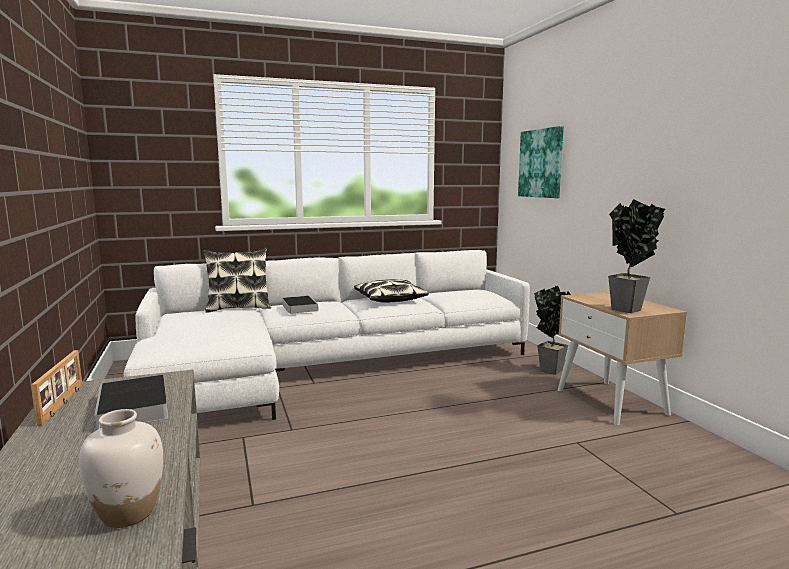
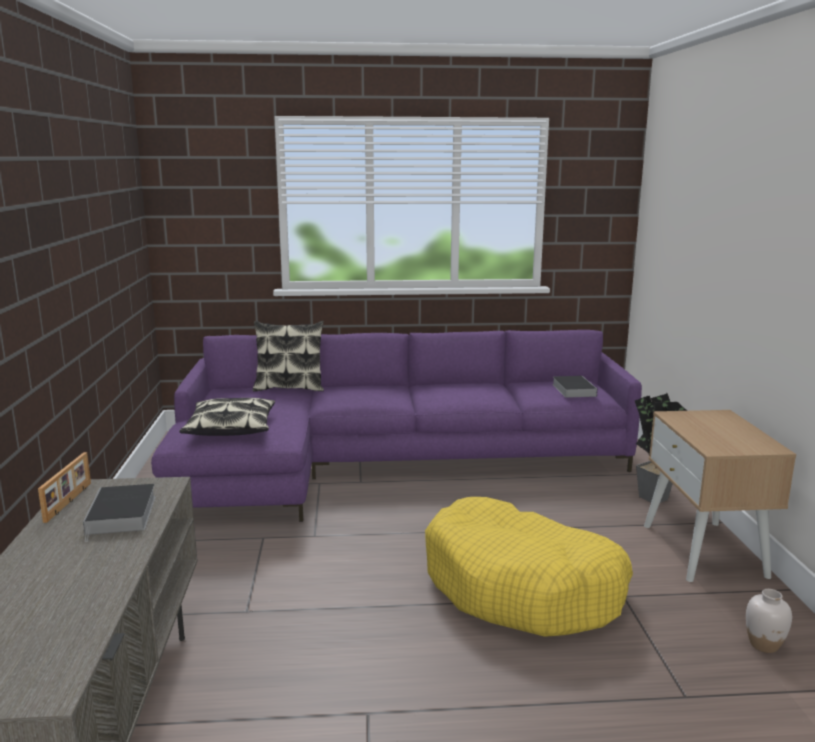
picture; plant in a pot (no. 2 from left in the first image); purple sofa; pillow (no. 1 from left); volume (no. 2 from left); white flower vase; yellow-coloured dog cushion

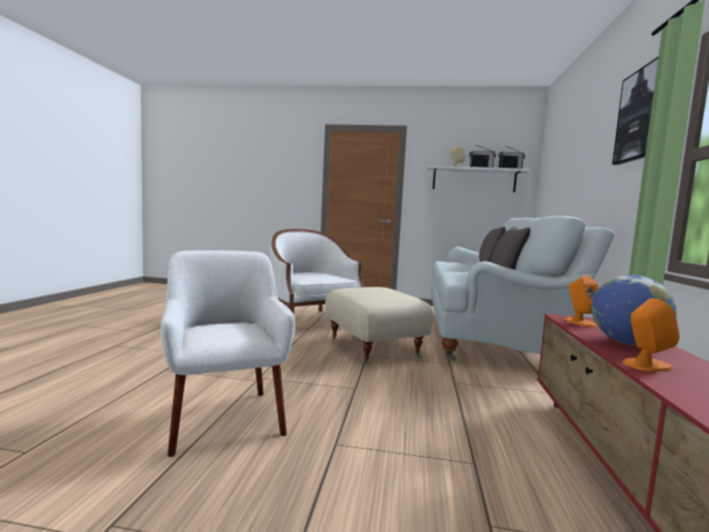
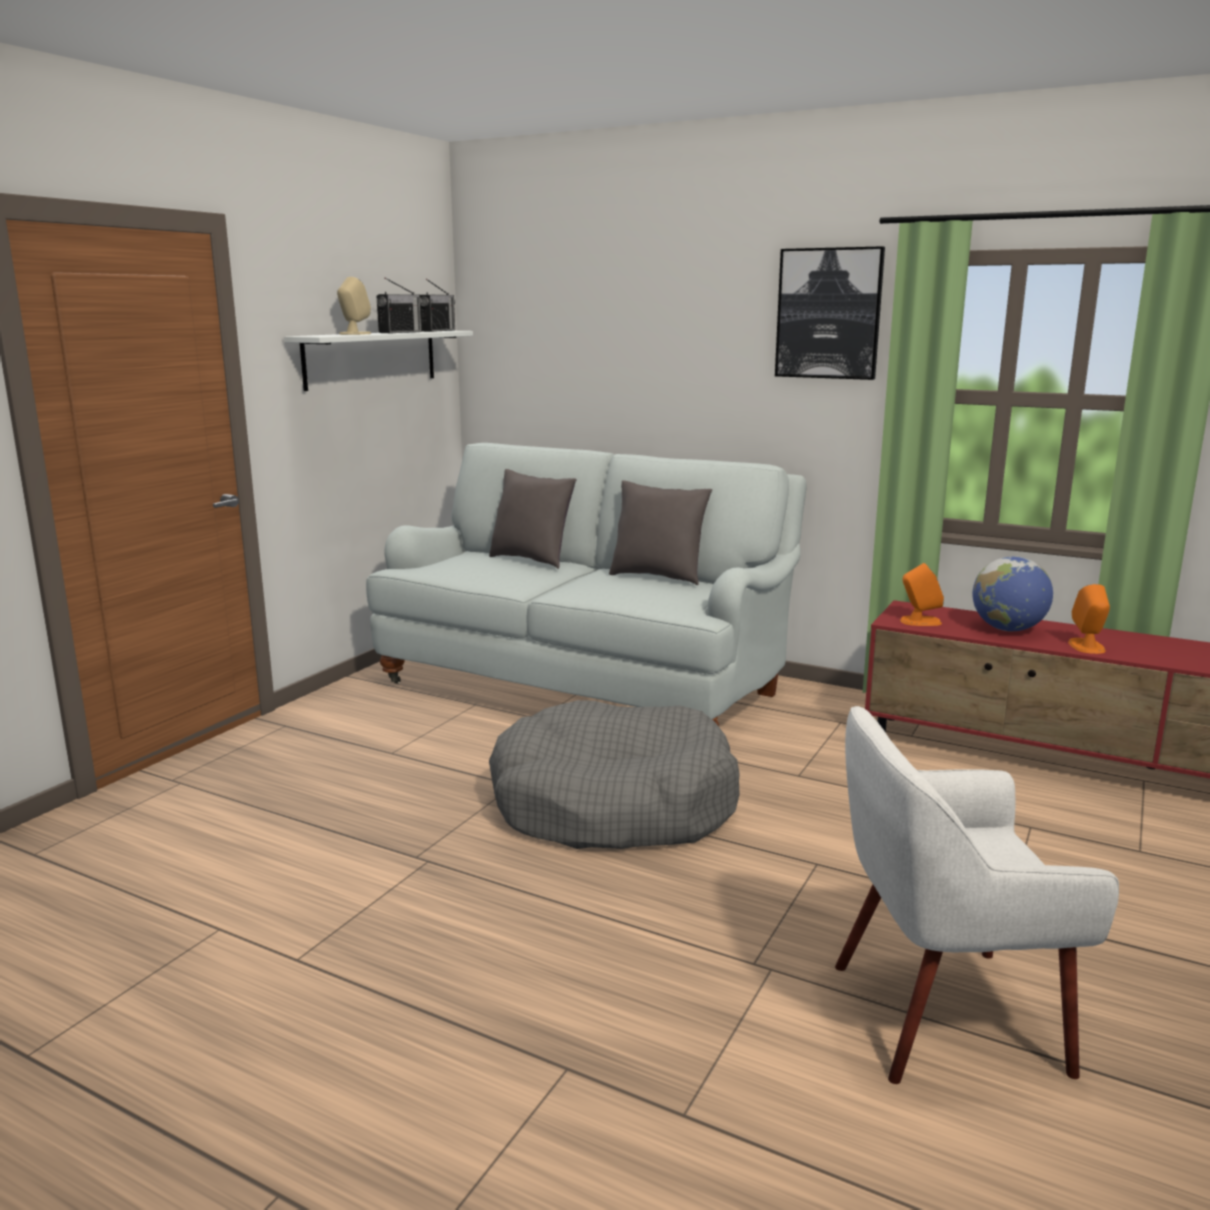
white armchair (no. 2 from left in the first image); grey dog cushion

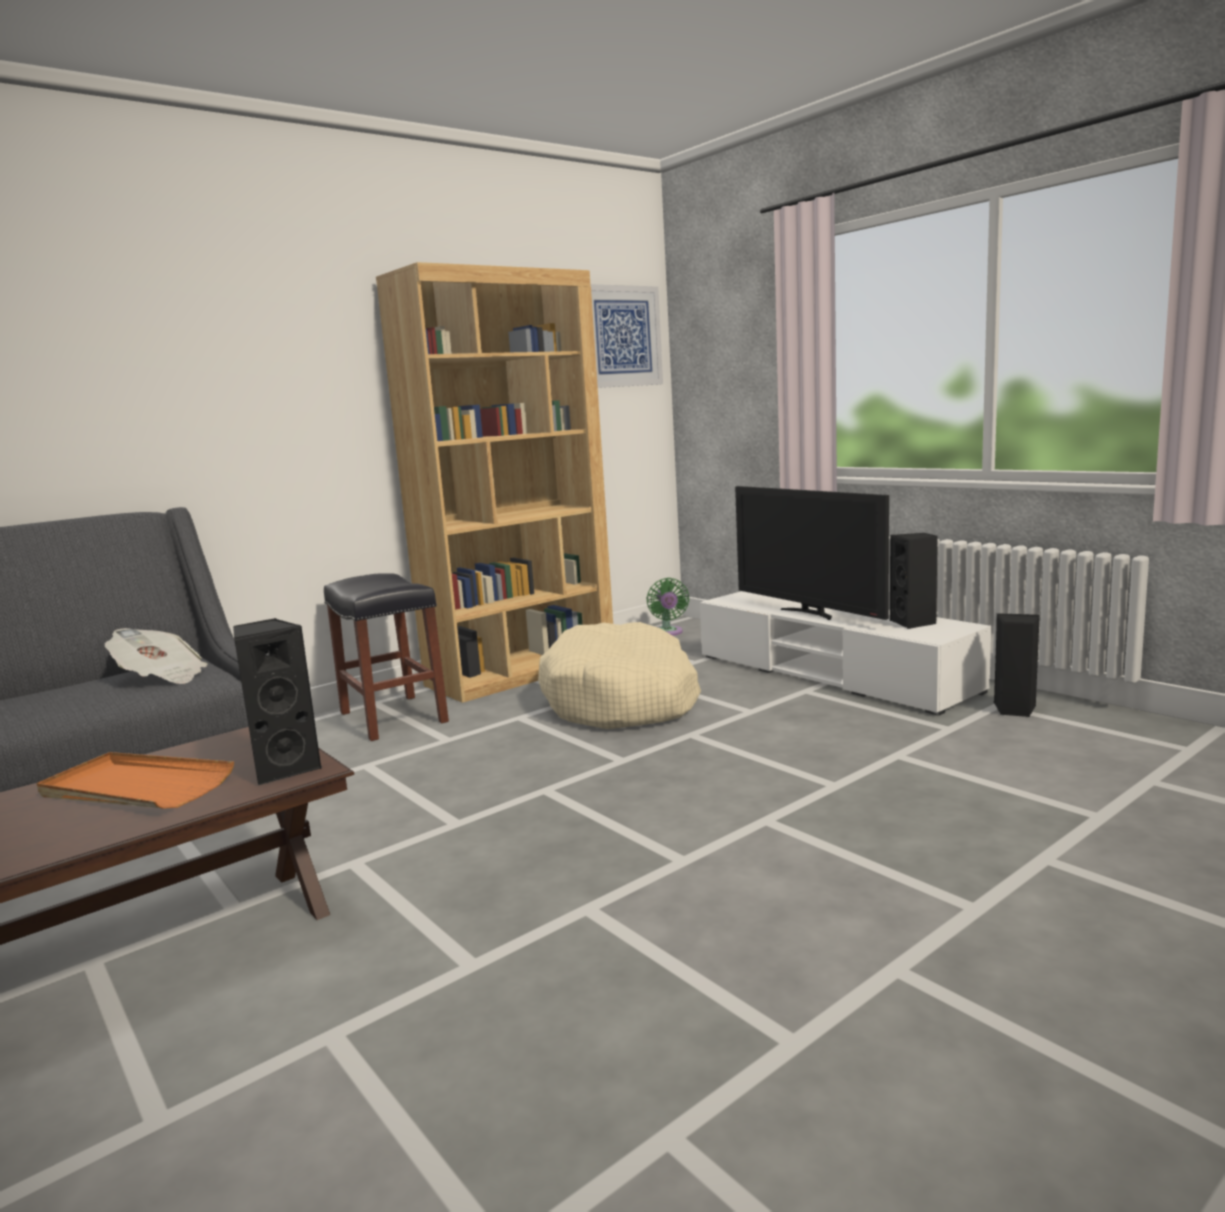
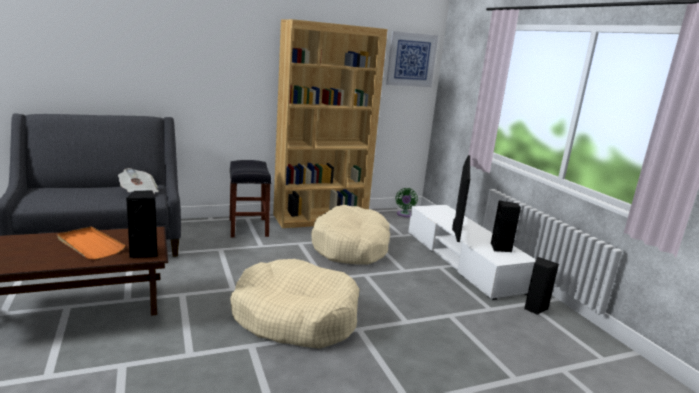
TV; beige-coloured dog cushion (no. 1 from left)

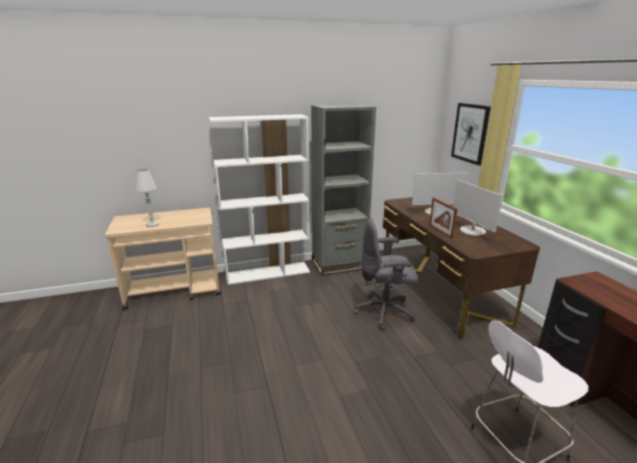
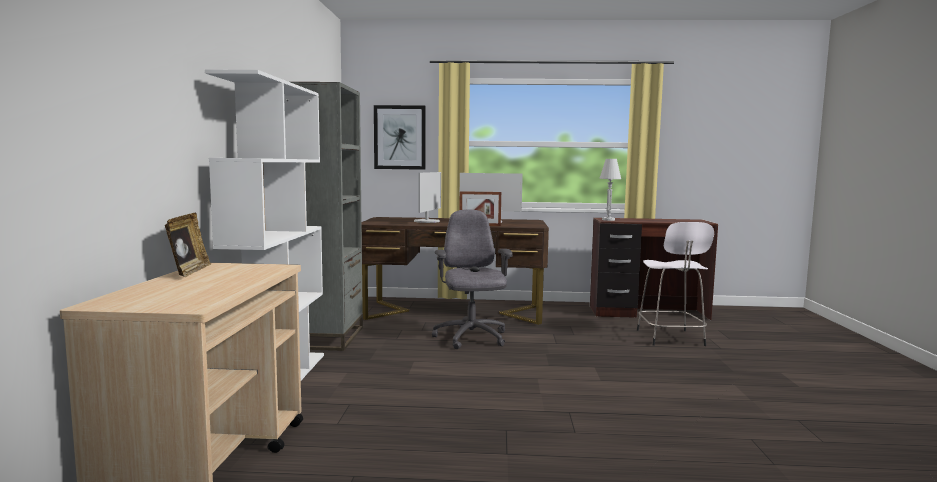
white lamp for a table; grey desk chair; standing frame (no. 1 from left)

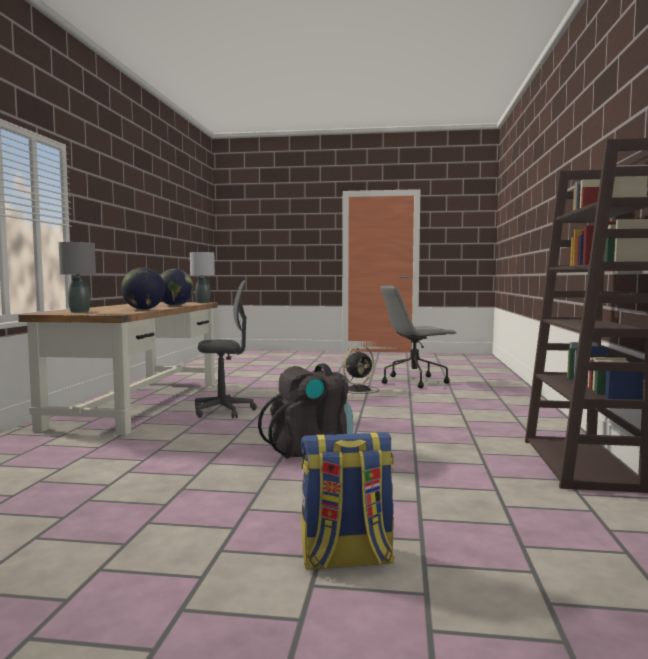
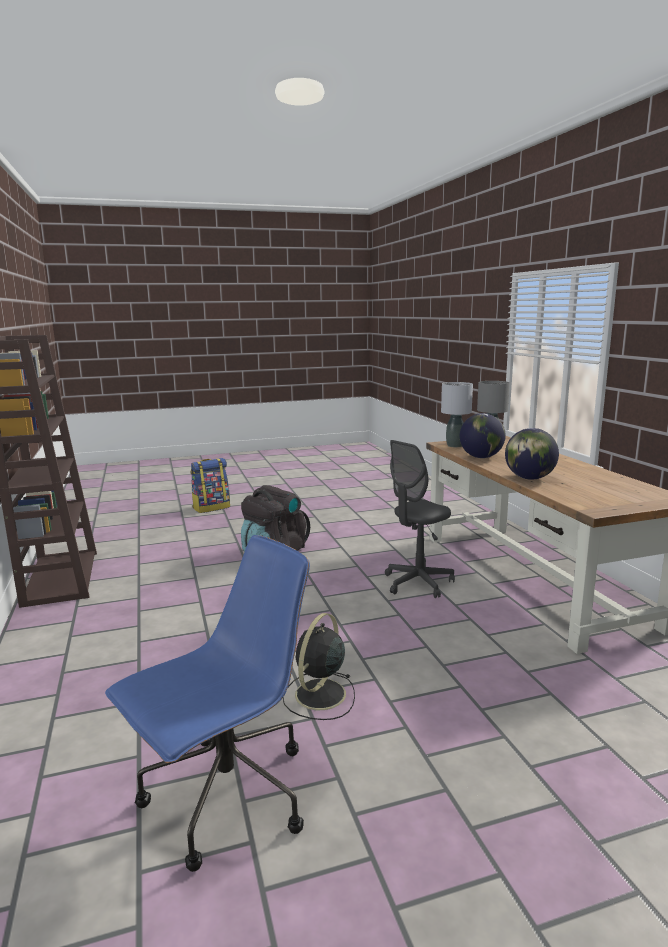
grey lamp for a table (no. 1 from left); blue-coloured desk chair

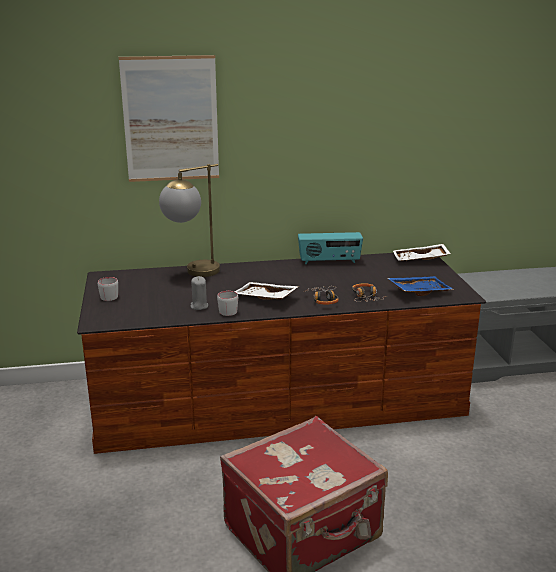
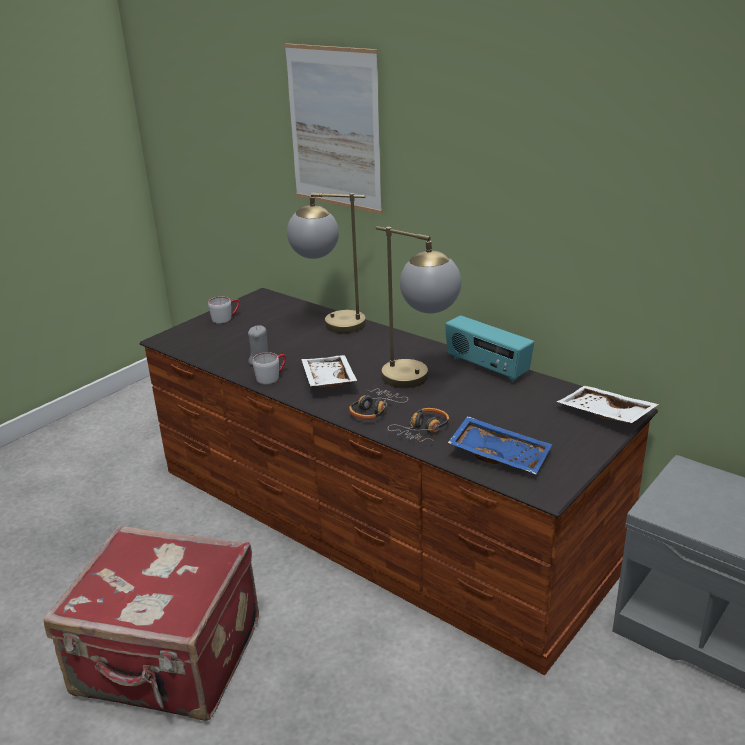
lamp for a table (no. 2 from left)

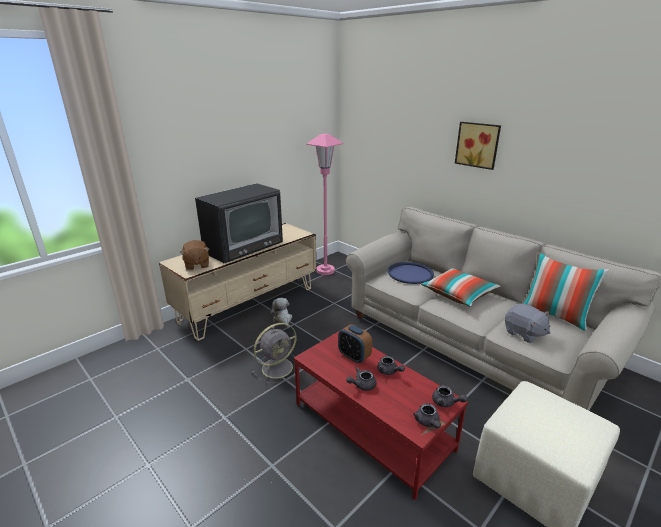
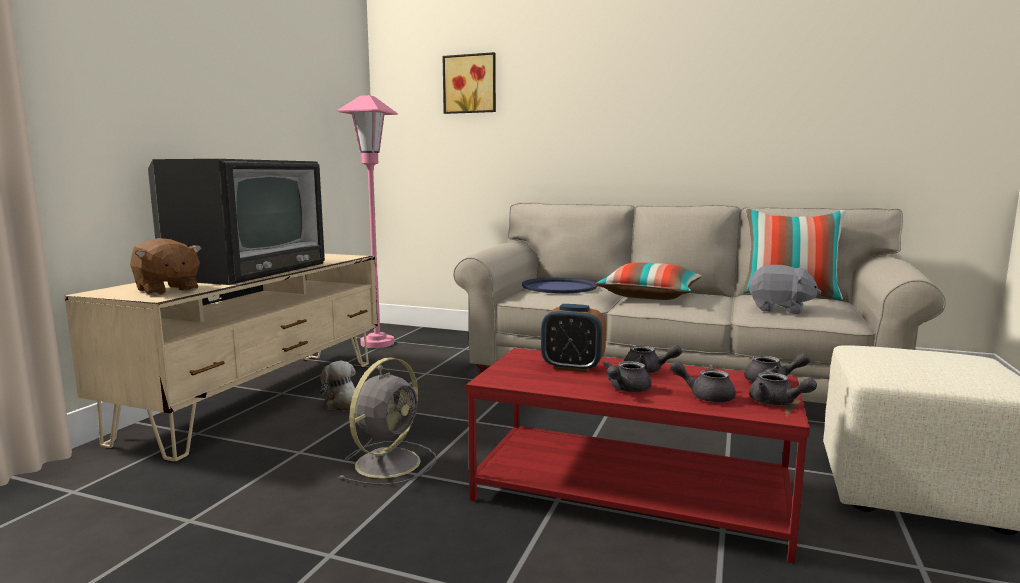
picture; grey pot for tea (no. 3 from left)

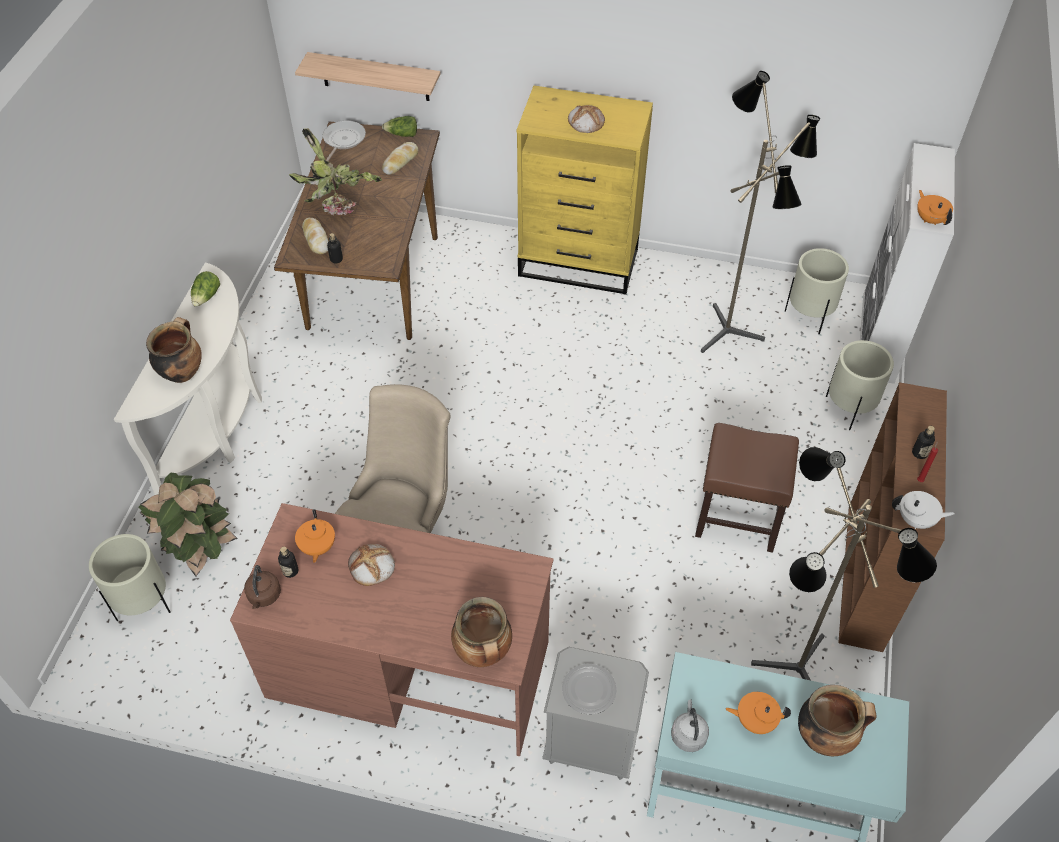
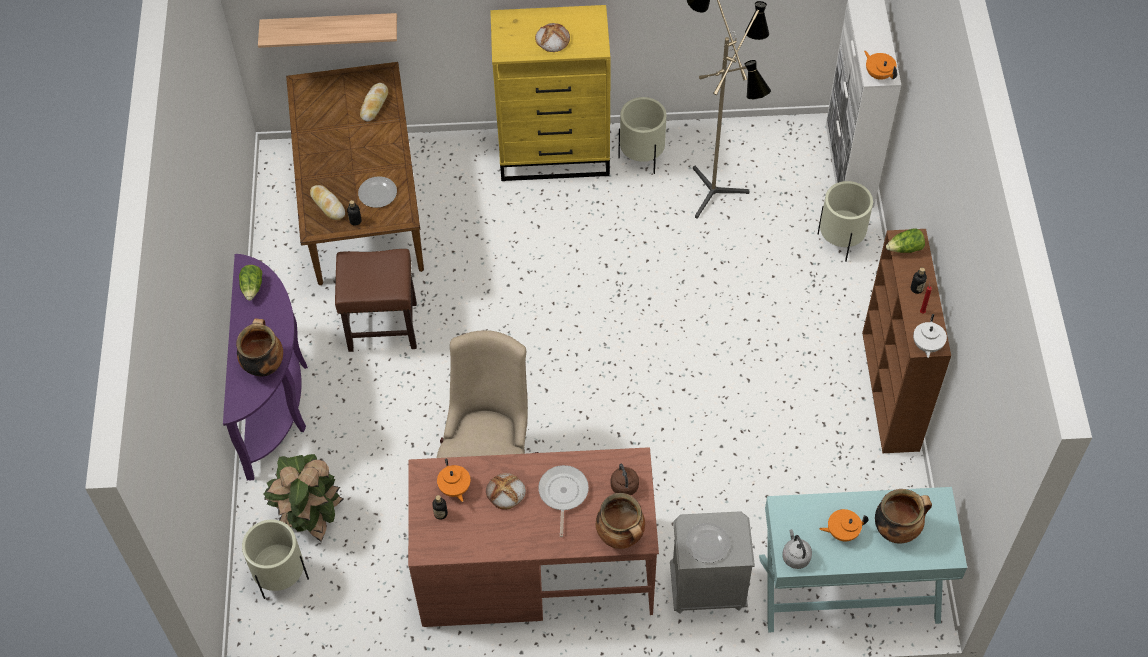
lettuce (no. 2 from left); pan; plant in a pot (no. 2 from left in the first image); beige-coloured planter (no. 2 from left); purple narrow table; brown-coloured stool seat; standard lamp (no. 2 from left in the first image); white pot for tea; brown-coloured water kettle; flat dish (no. 1 from left)

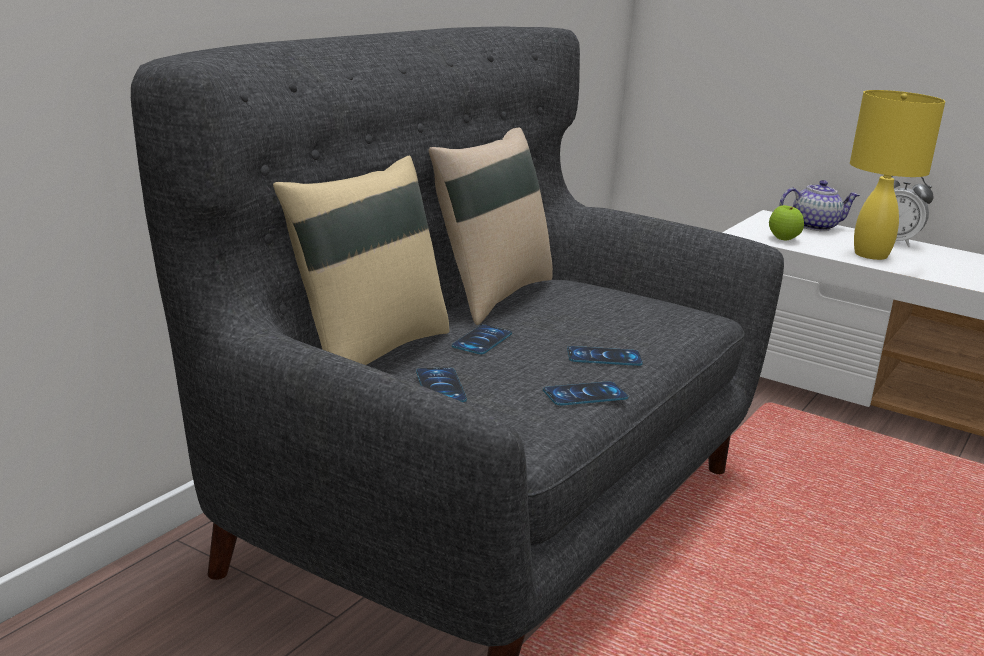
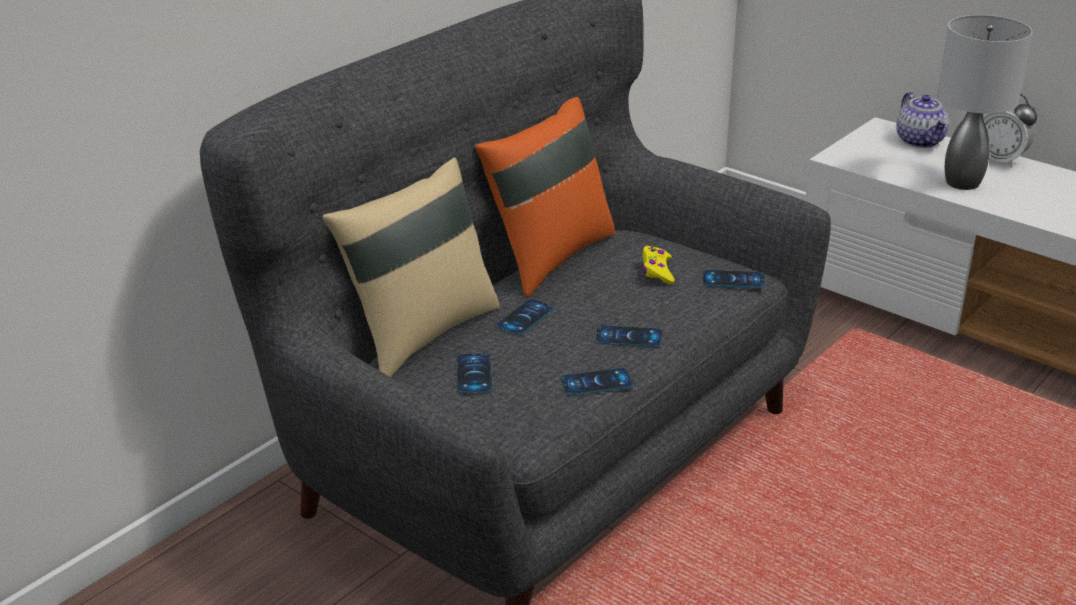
grey lamp for a table; orange pillow; pot for tea; apple; yellow-coloured gamepad; phone (no. 5 from left)

